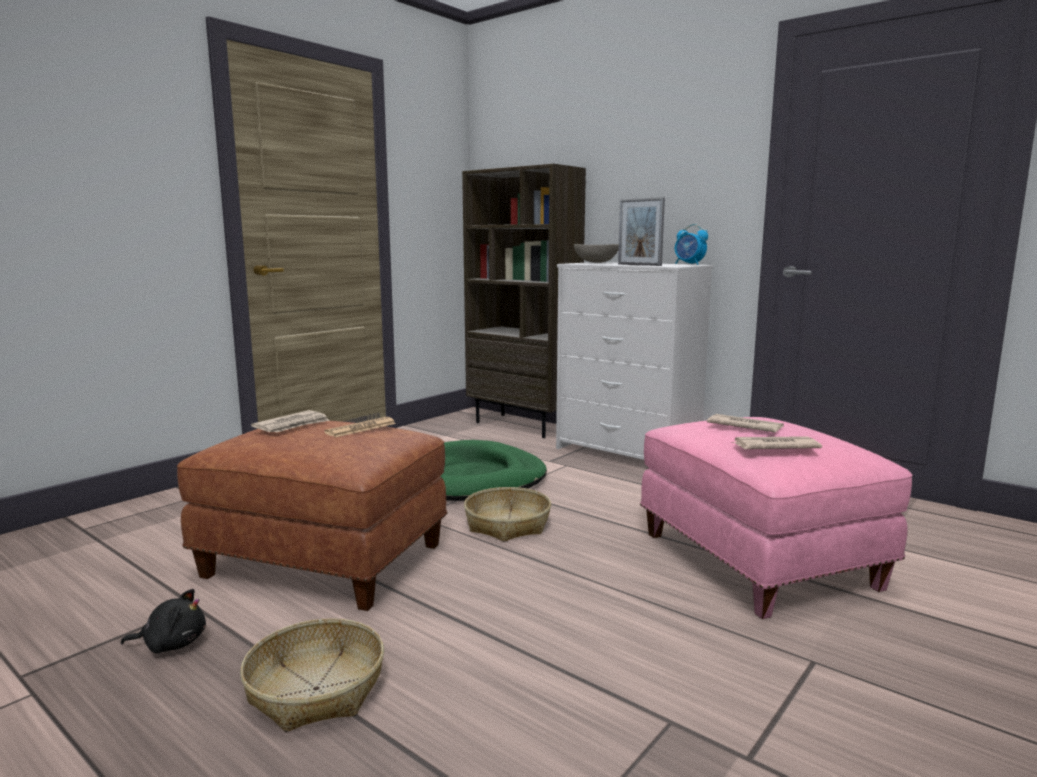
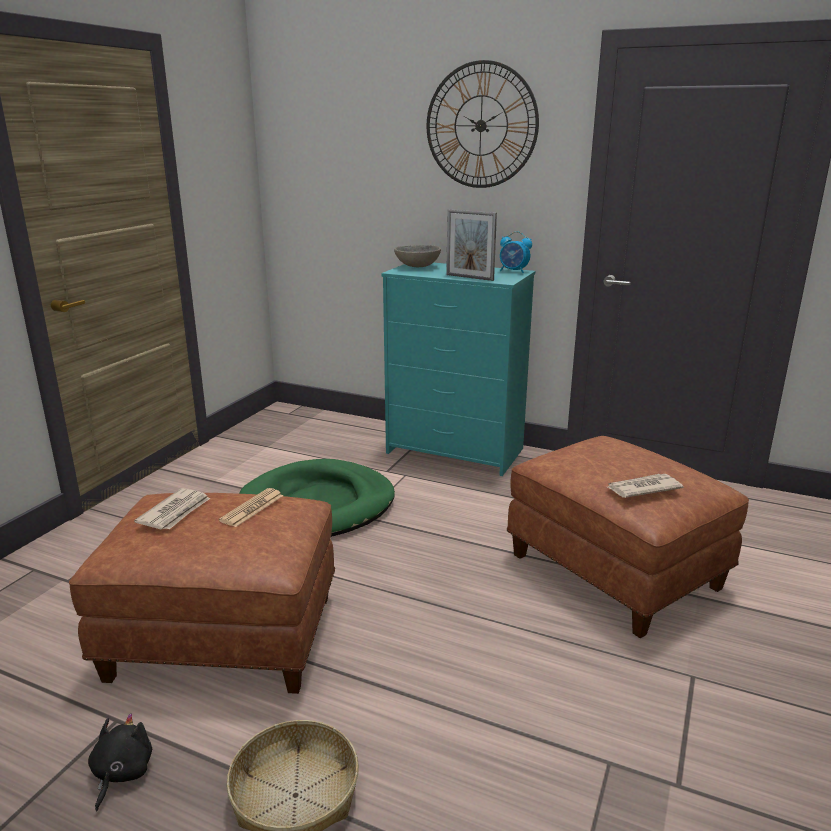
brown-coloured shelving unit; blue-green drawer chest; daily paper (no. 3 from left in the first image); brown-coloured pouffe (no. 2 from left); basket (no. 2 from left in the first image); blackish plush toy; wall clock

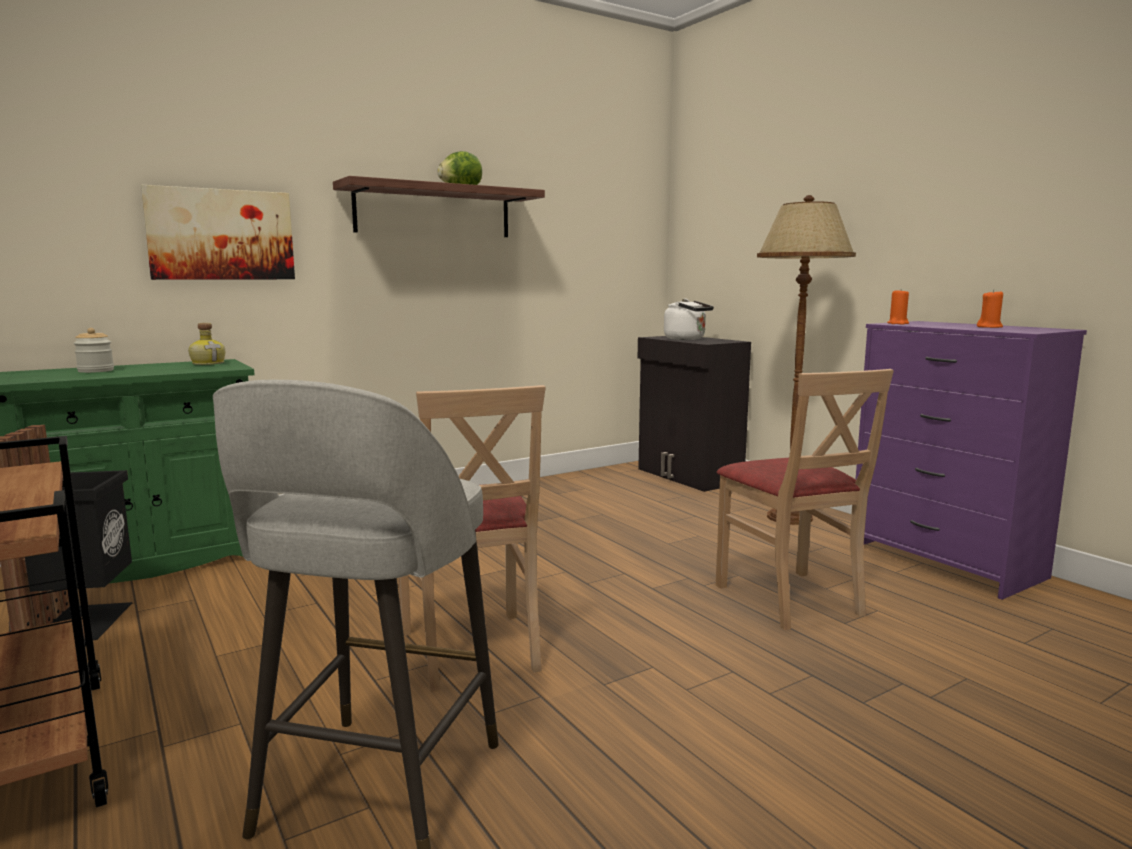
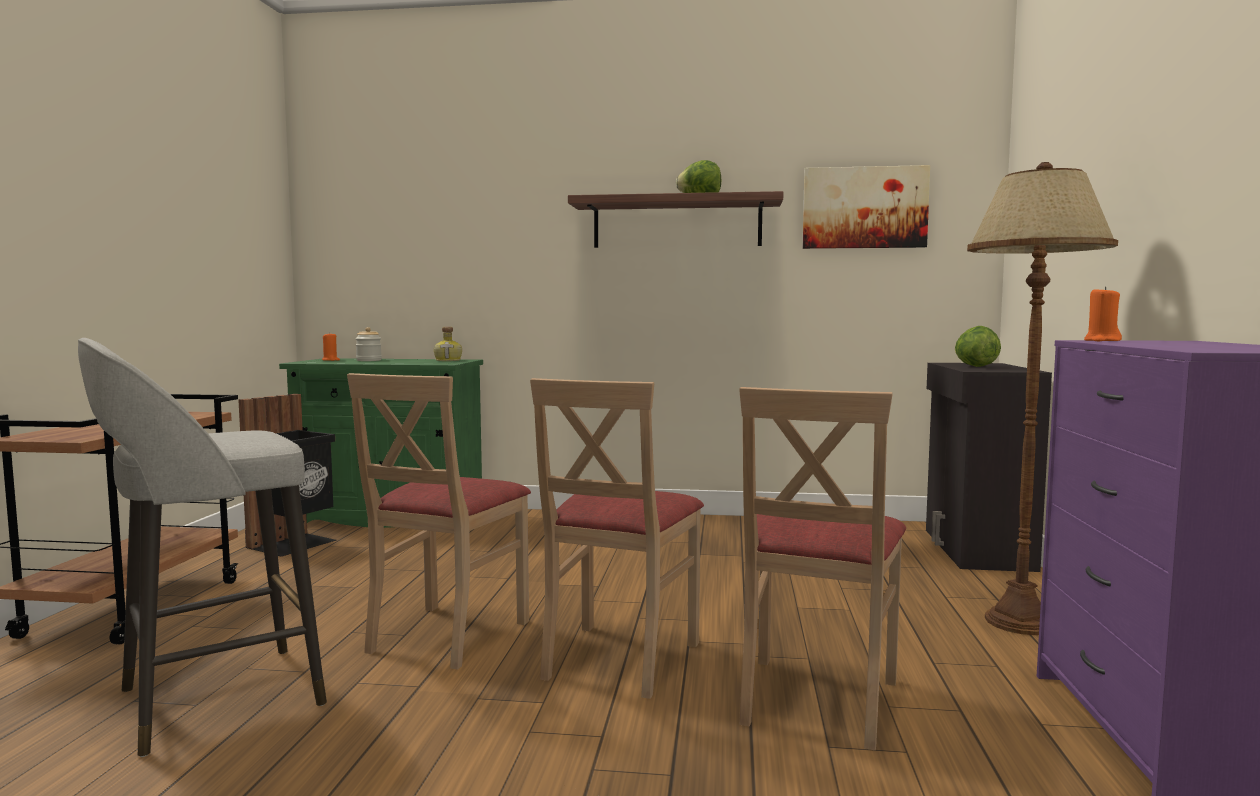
picture; orange candle (no. 1 from left); lettuce (no. 2 from left); beige-coloured chair (no. 2 from left)

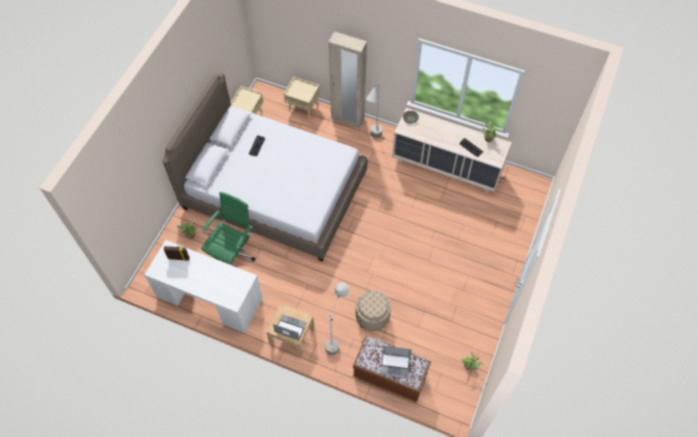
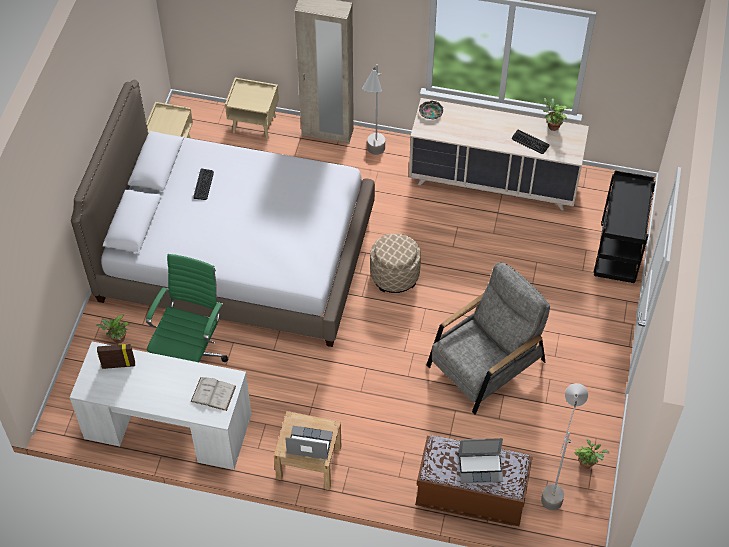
grey standard lamp (no. 2 from left); beige-coloured pouffe; blackish wheeled cart; grey armchair; white volume

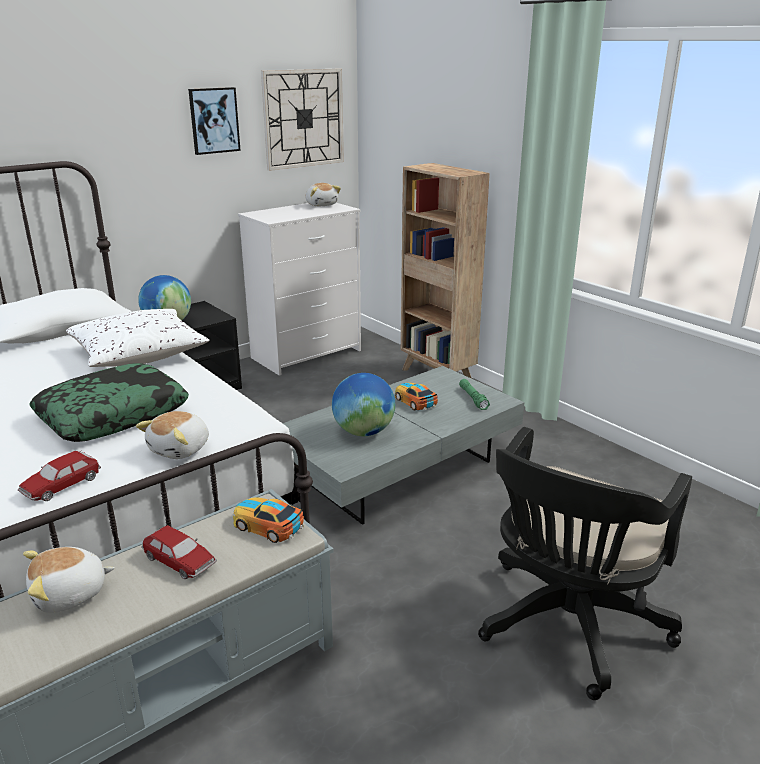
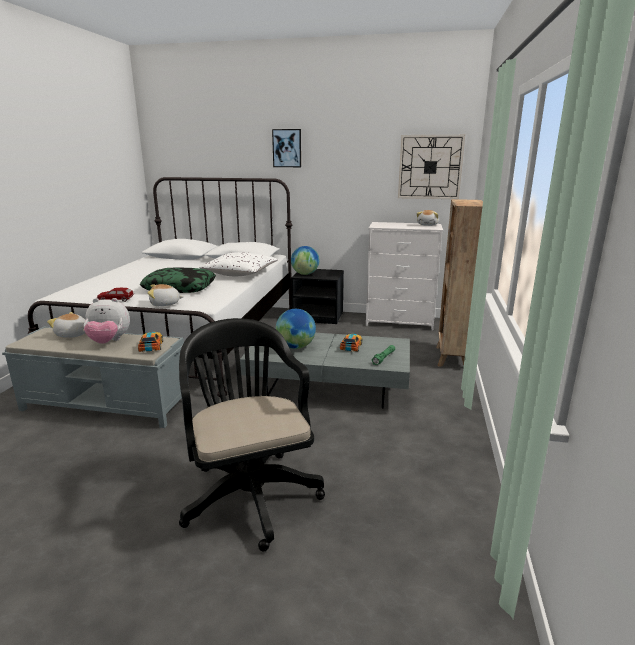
picture; blackish desk chair; plush toy (no. 2 from left)

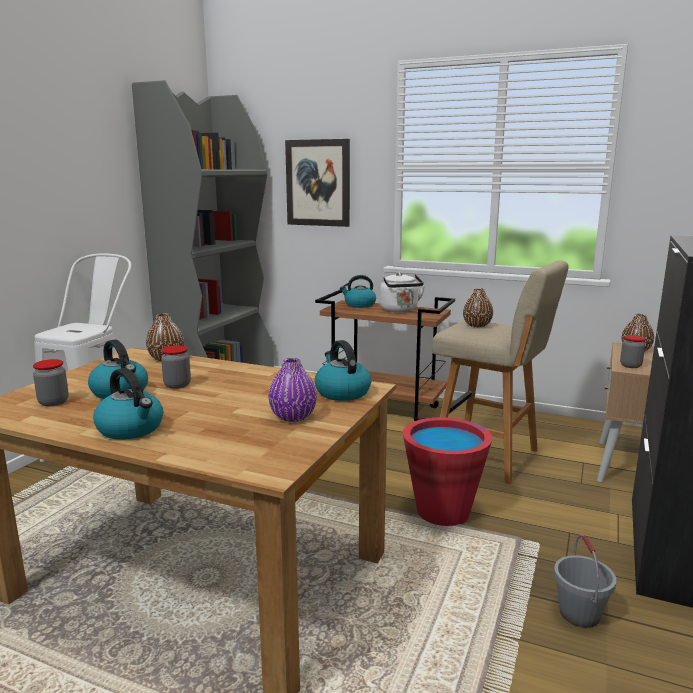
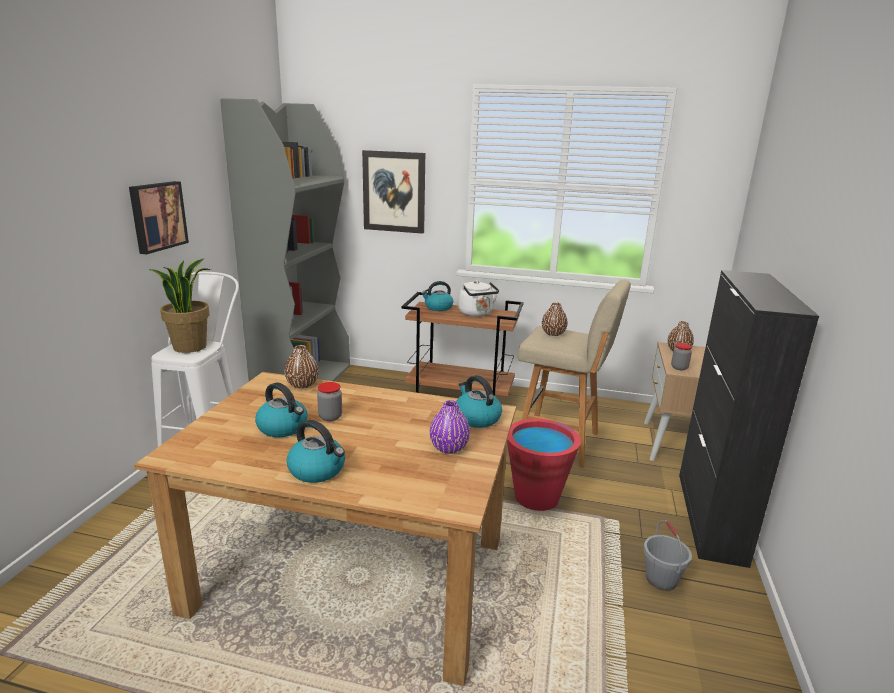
storage jar (no. 1 from left in the first image); picture (no. 1 from left); plant in a pot

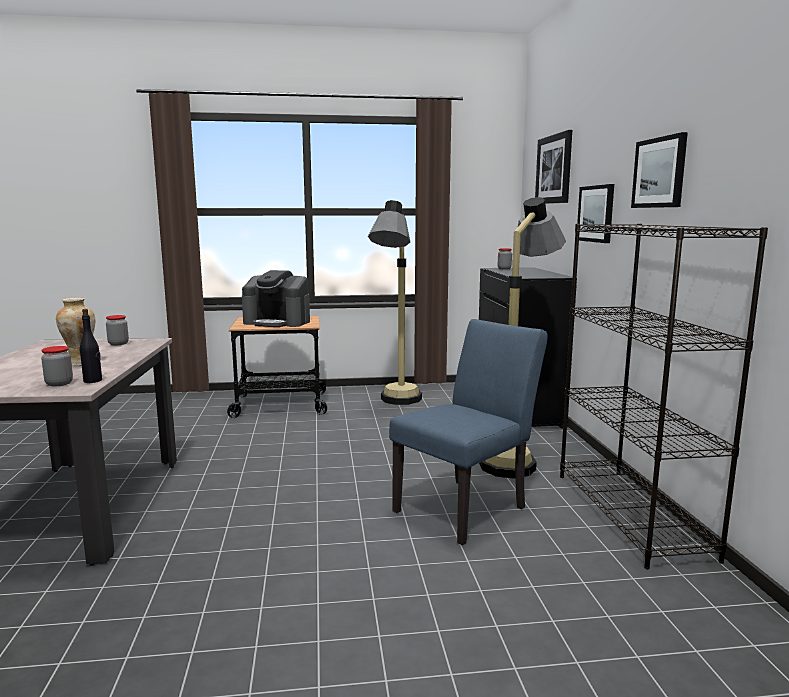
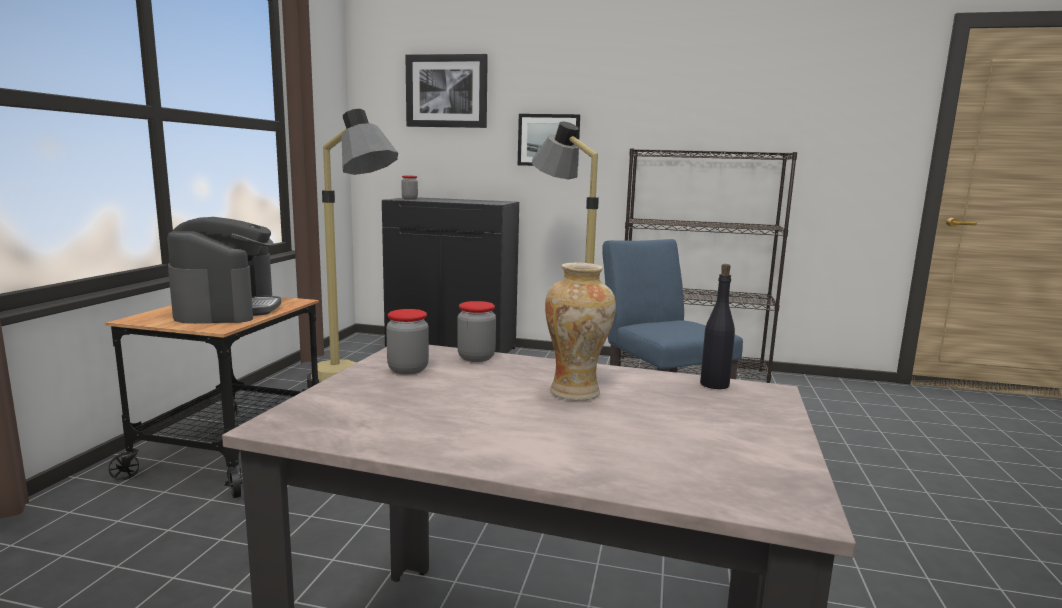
picture (no. 3 from left in the first image); coffee machine; storage jar (no. 3 from left)

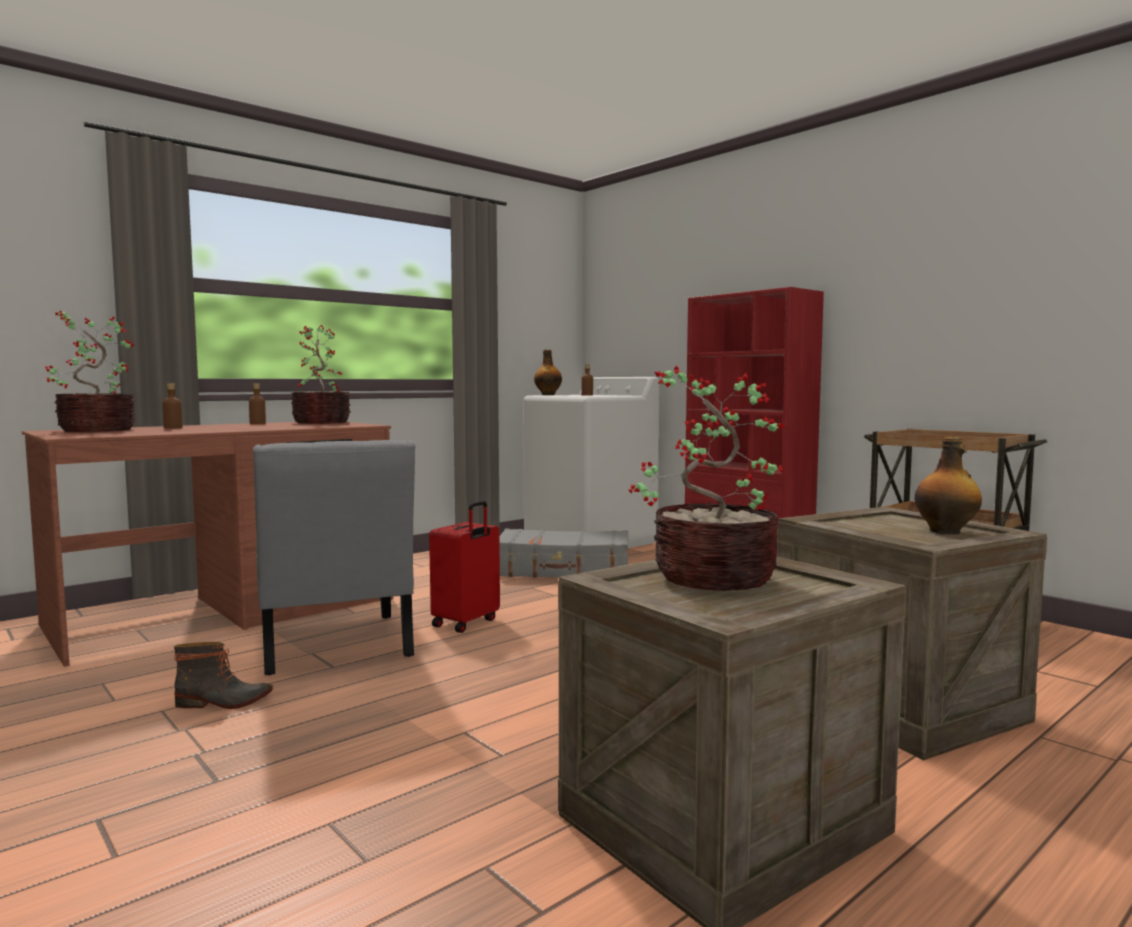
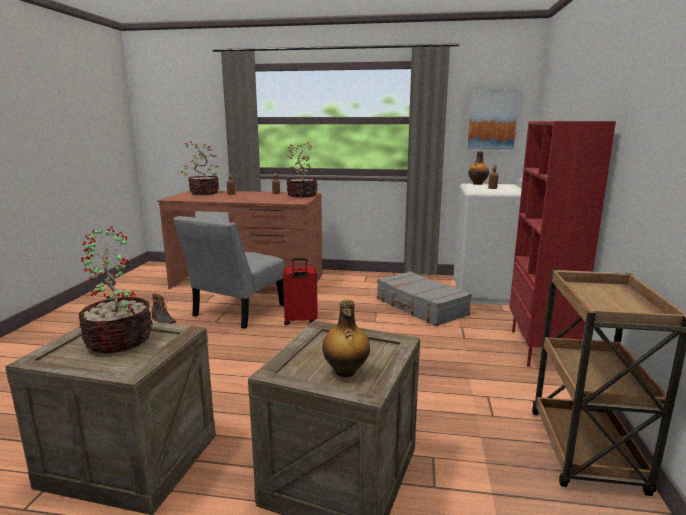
picture

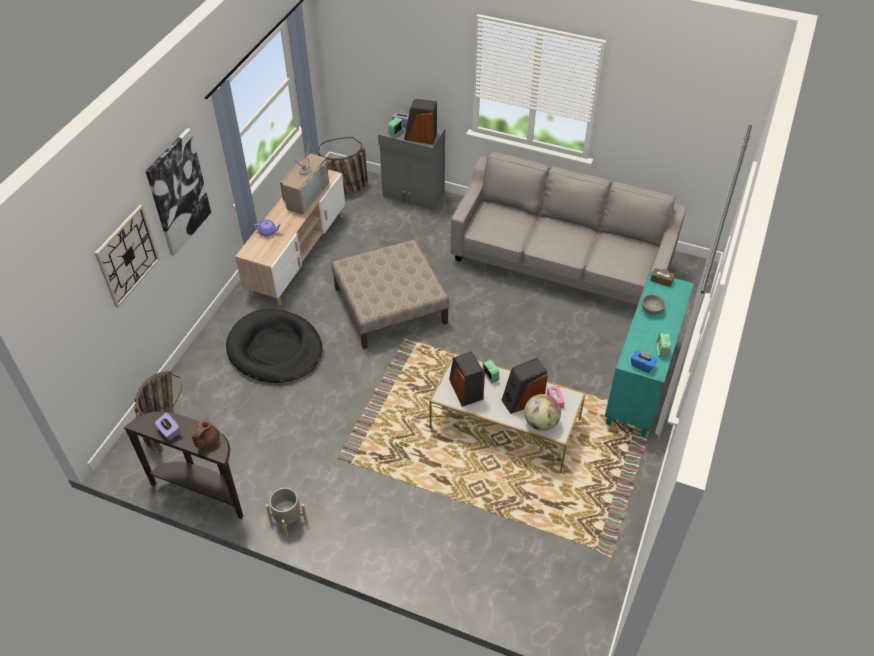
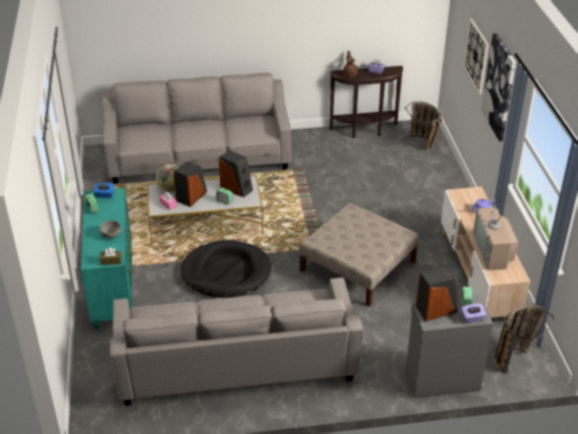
blackish dog cushion; grey planter; grey sofa (no. 1 from left)

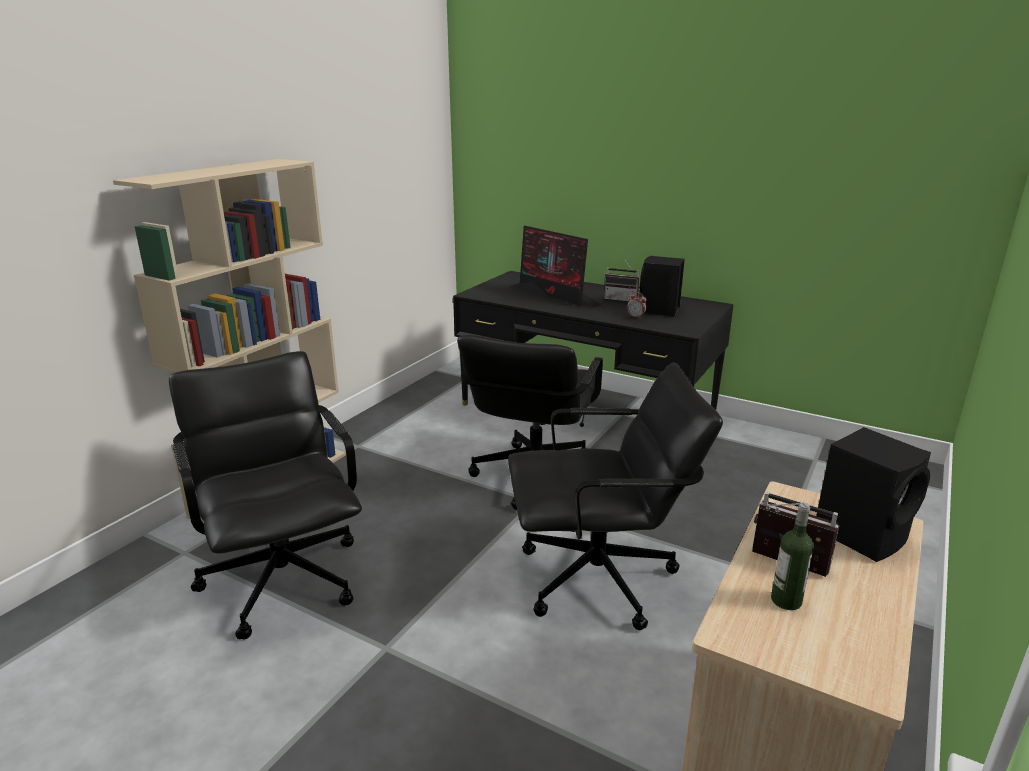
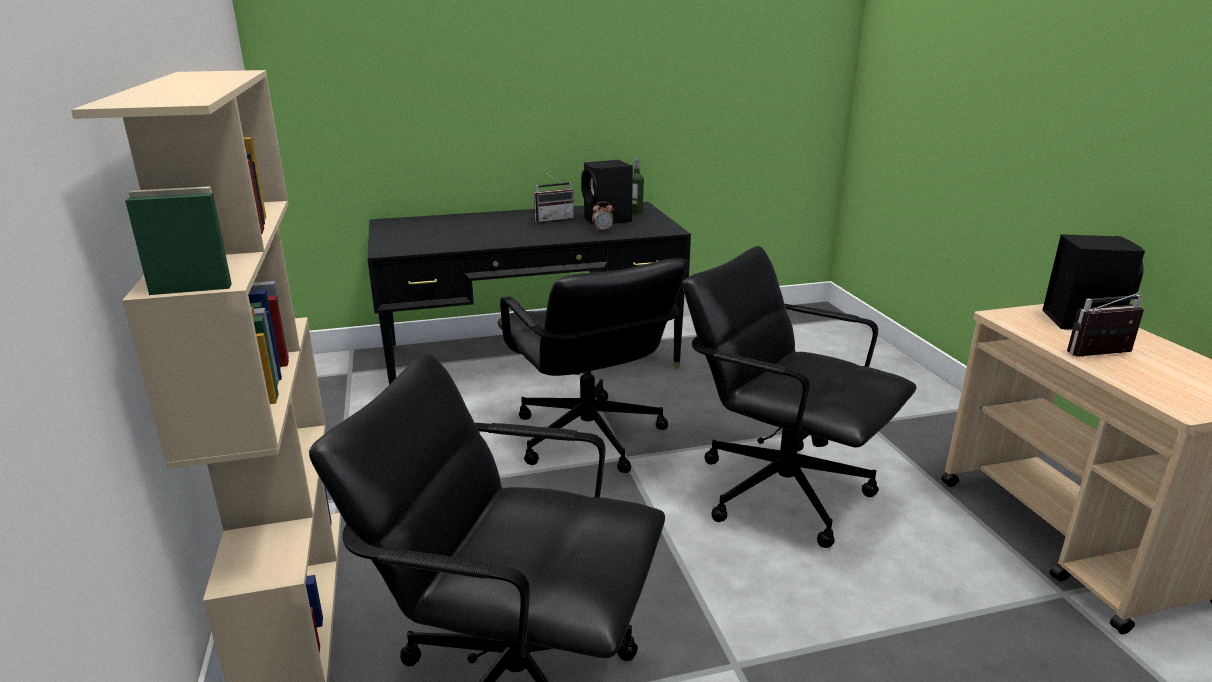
computer display; blackish desk chair (no. 3 from left); drink bottle

